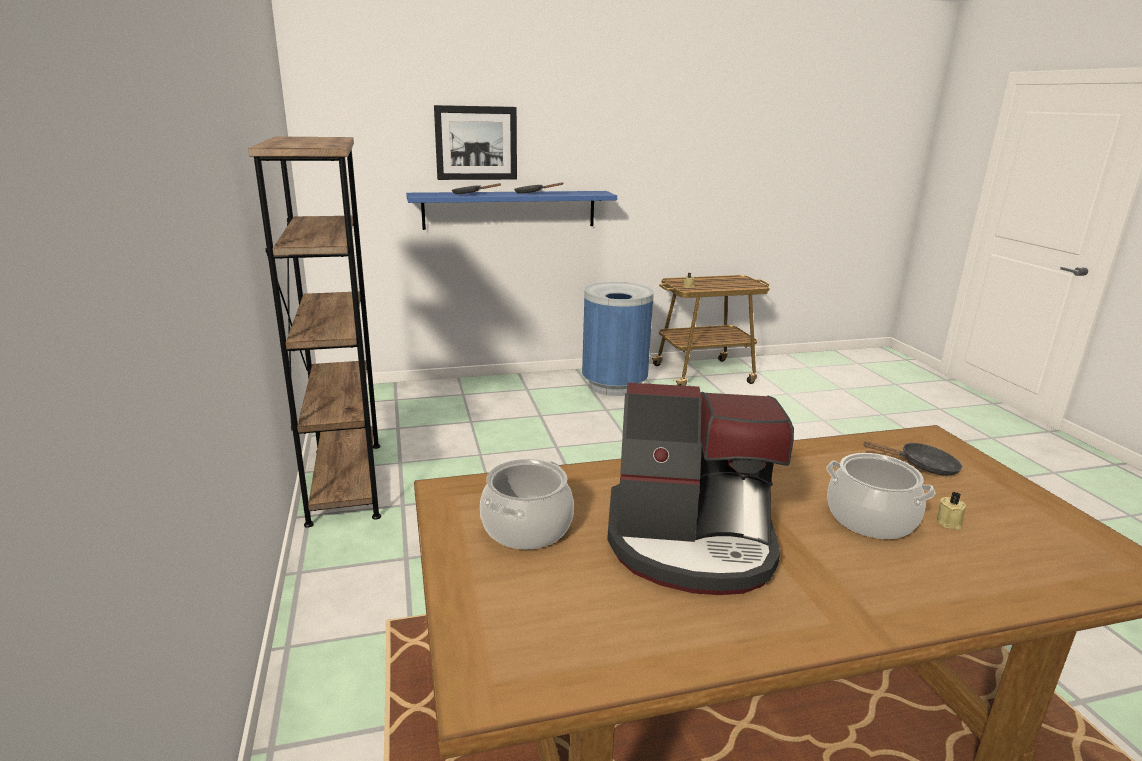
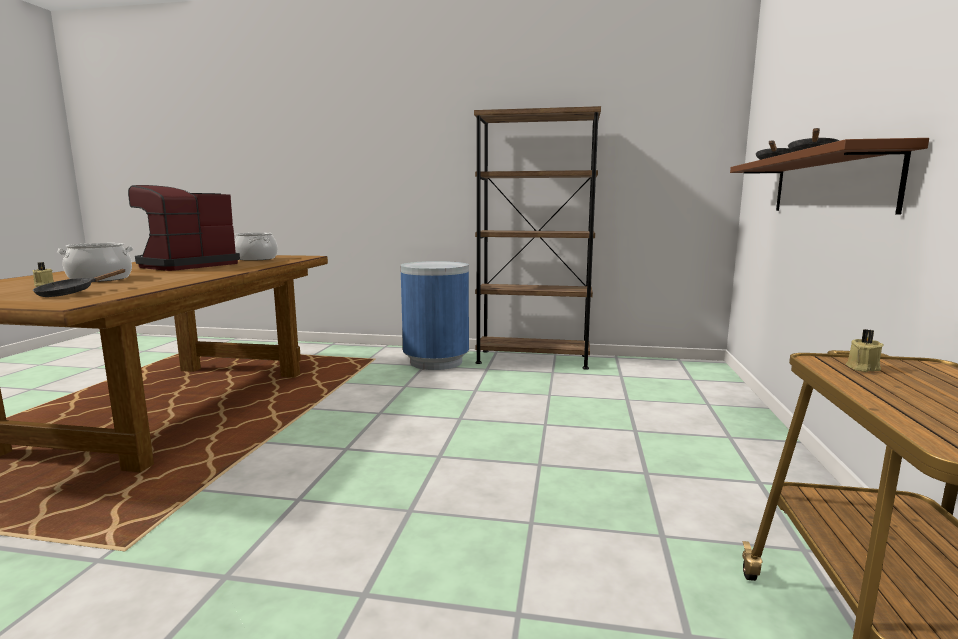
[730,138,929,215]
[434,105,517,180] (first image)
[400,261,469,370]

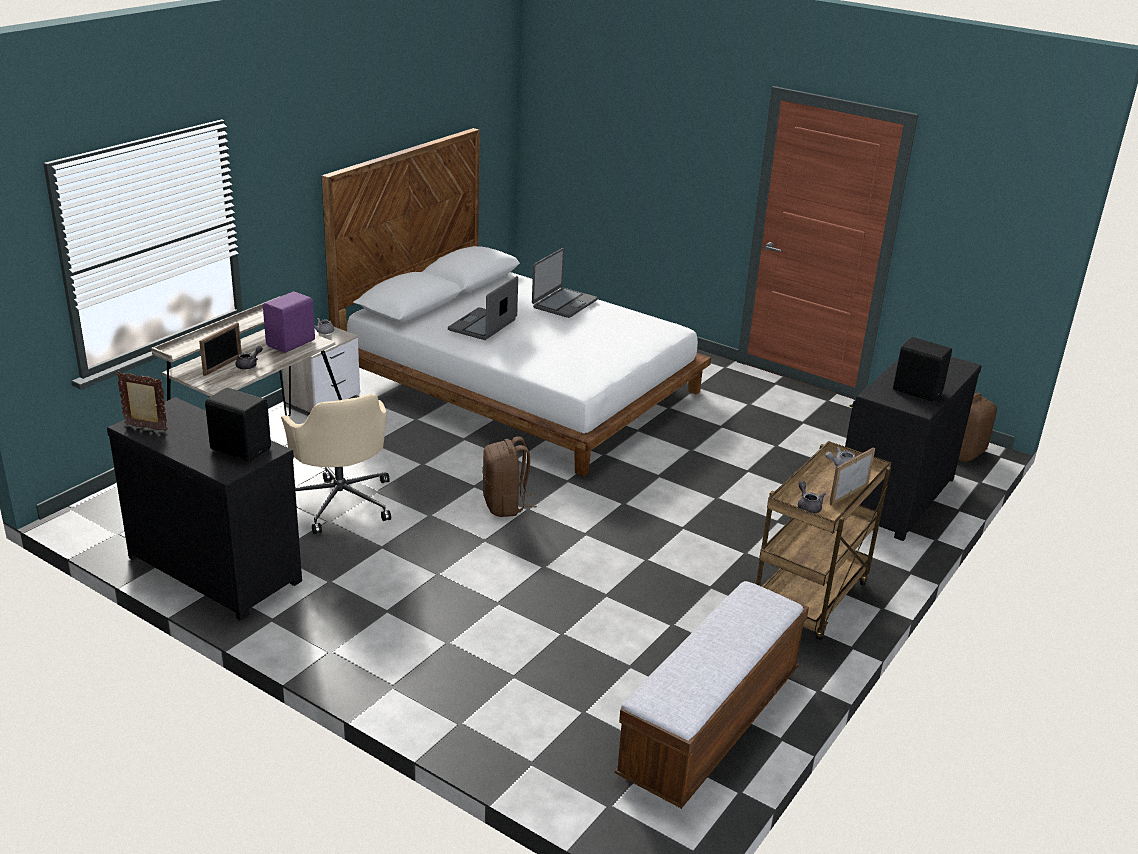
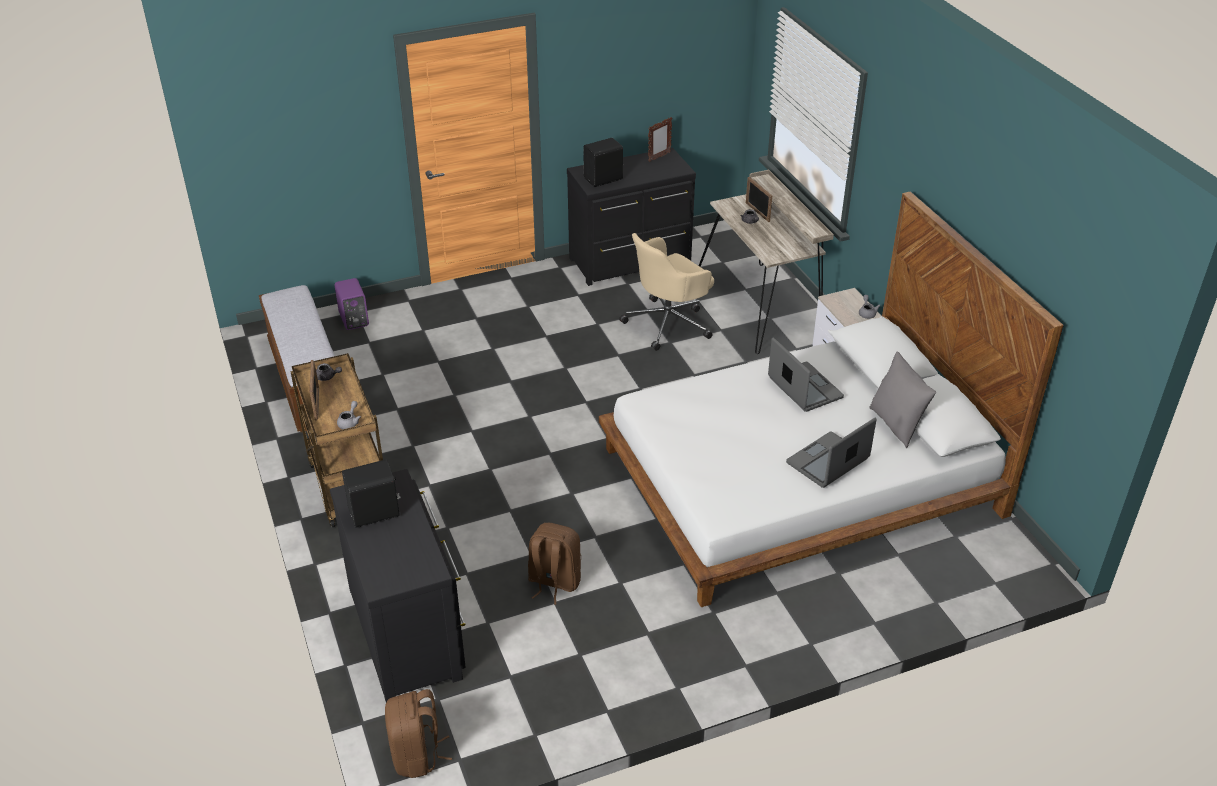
[334,278,369,330]
[619,233,714,351]
[528,523,581,605]
[786,418,877,488]
[869,352,936,448]

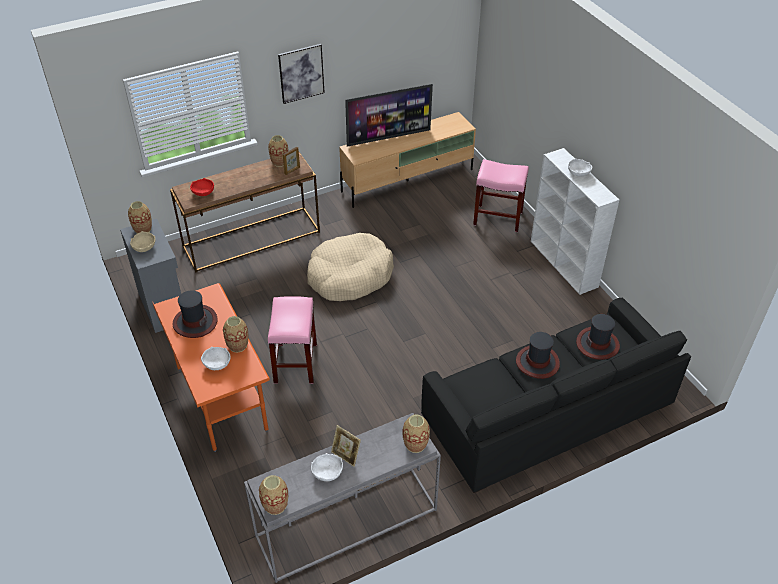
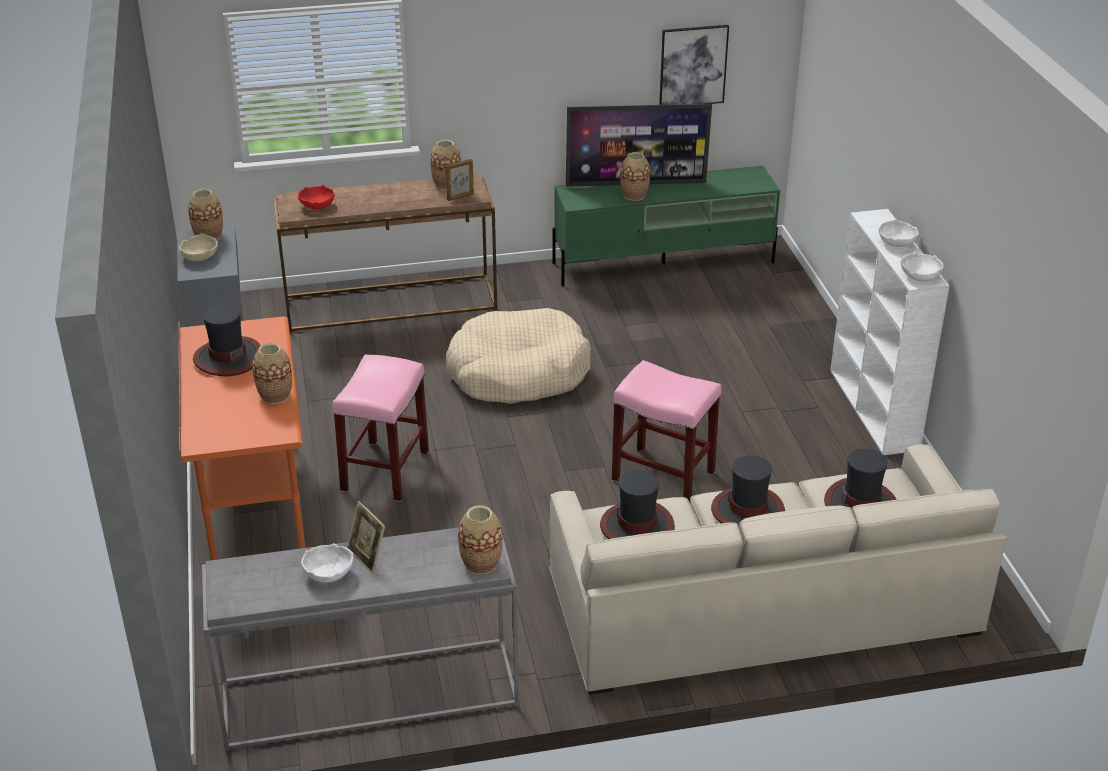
[900,252,944,282]
[620,152,650,201]
[659,25,729,105]
[552,166,780,286]
[549,444,1007,695]
[612,360,721,502]
[600,470,675,539]

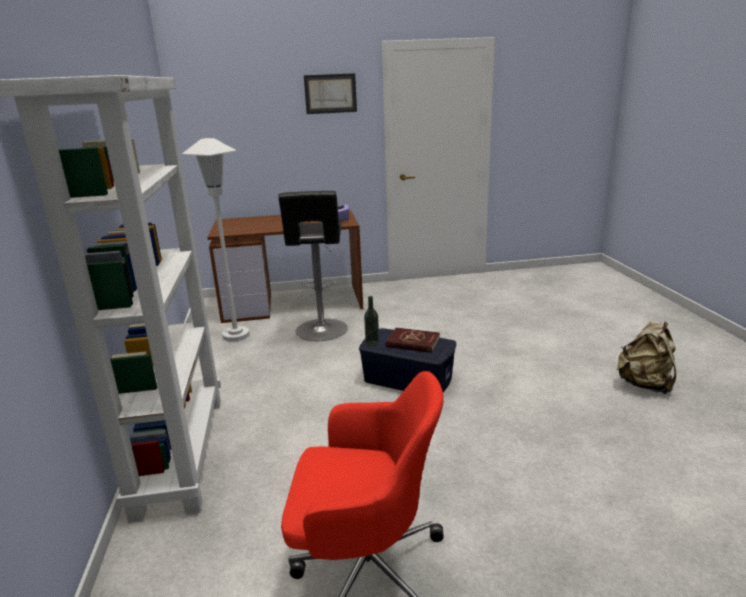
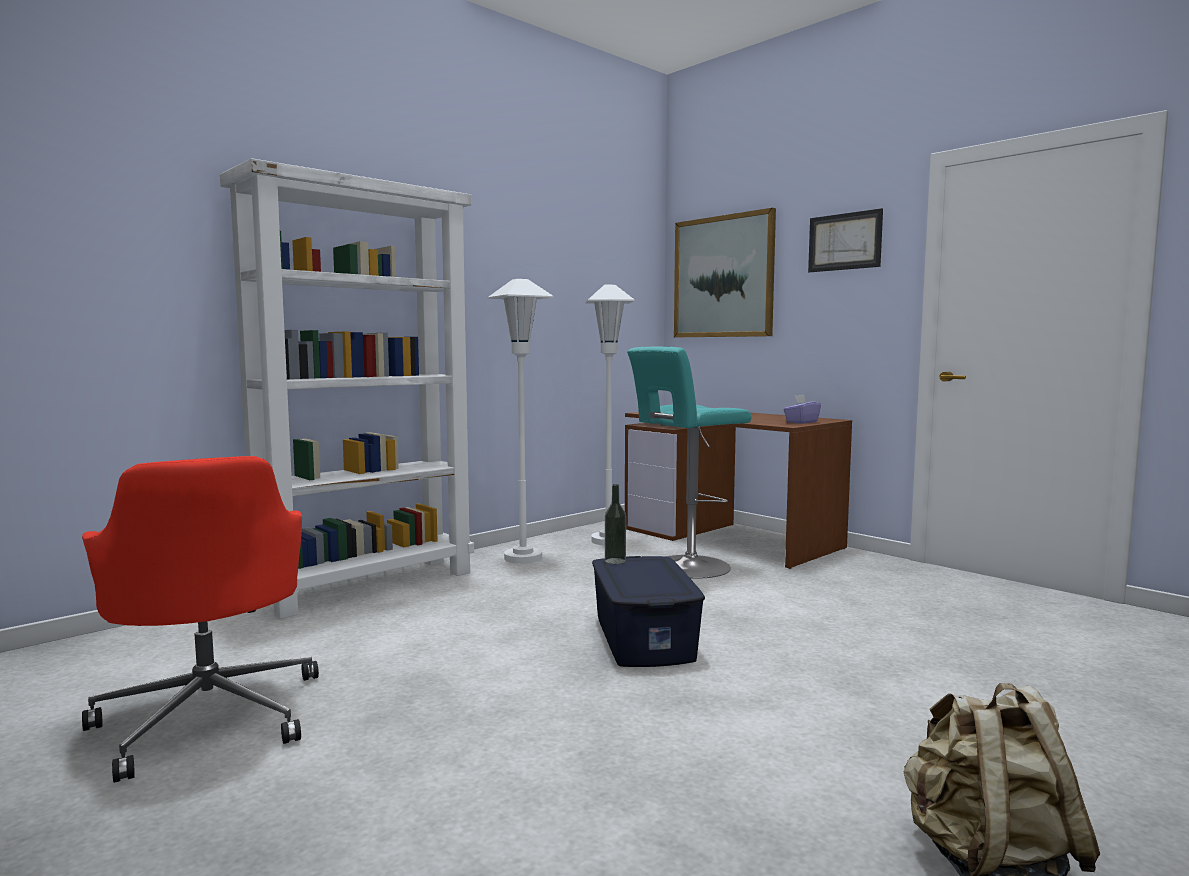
[627,347,752,579]
[385,327,440,353] (first image)
[488,279,554,564]
[674,208,776,337]

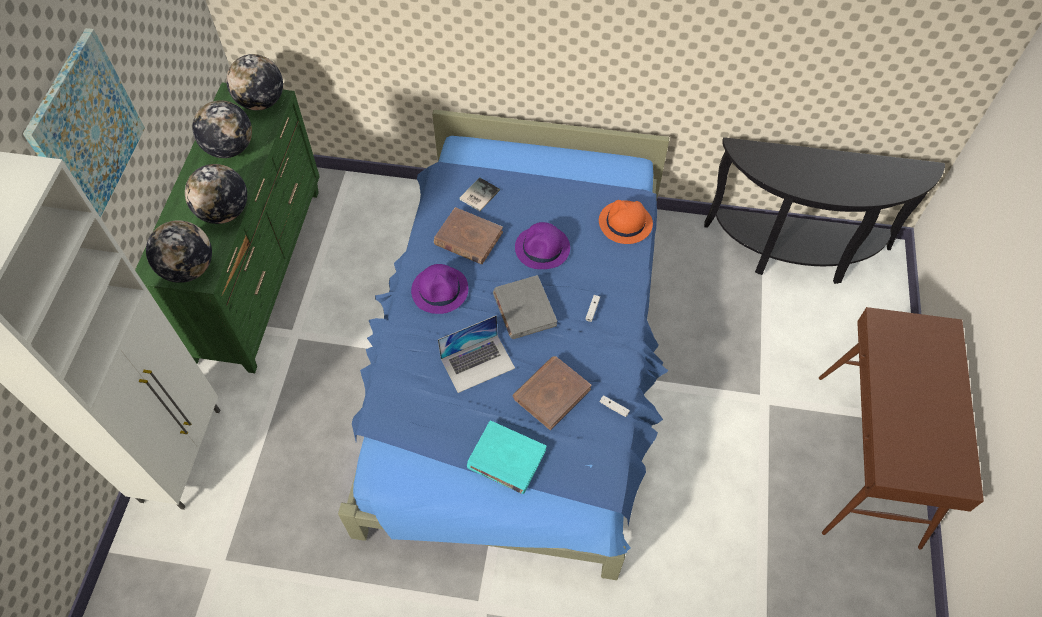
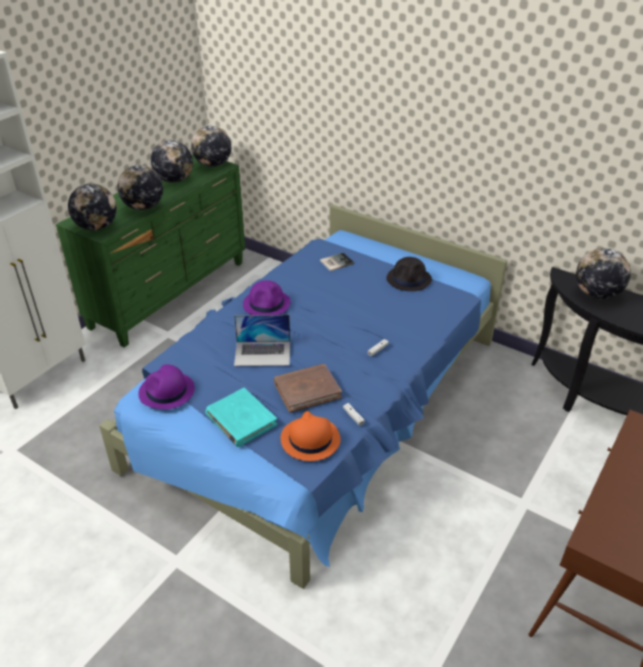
[23,28,145,217] (first image)
[434,207,503,264] (first image)
[493,275,557,339] (first image)
[138,364,195,410]
[281,411,341,461]
[386,257,432,291]
[576,248,631,299]

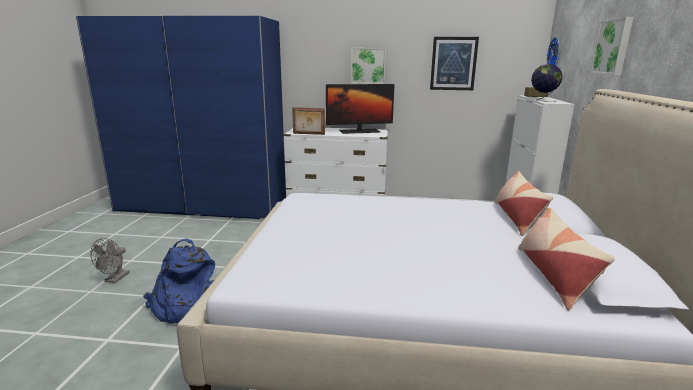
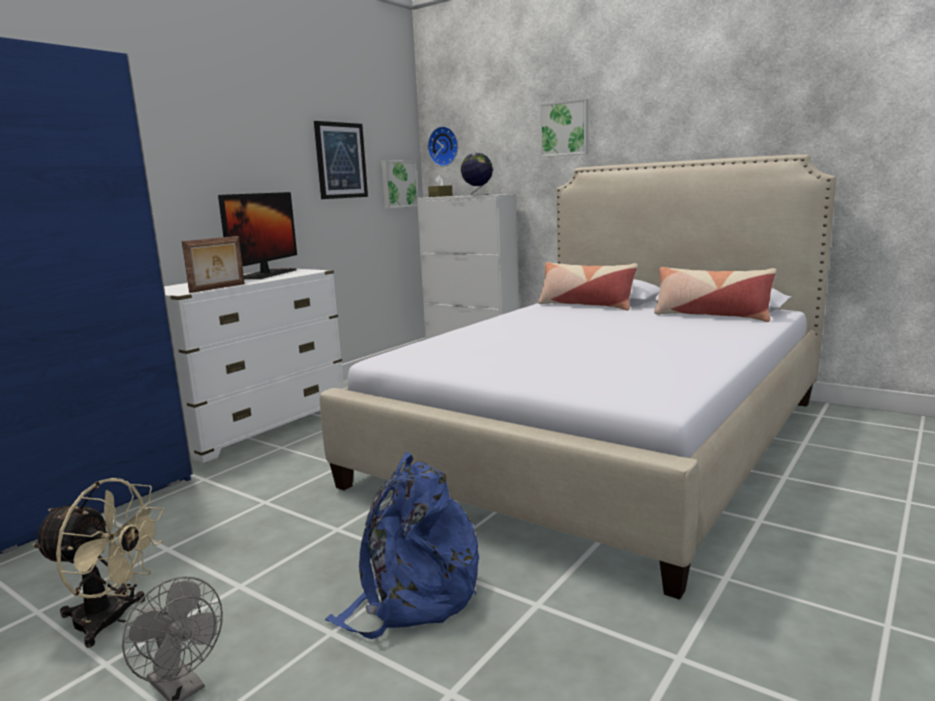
[381,161,418,209]
[32,478,164,648]

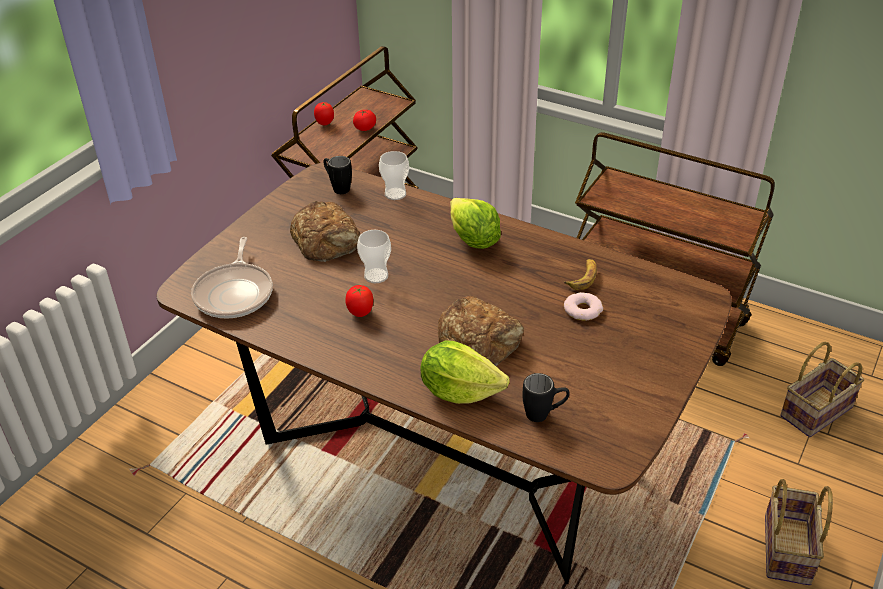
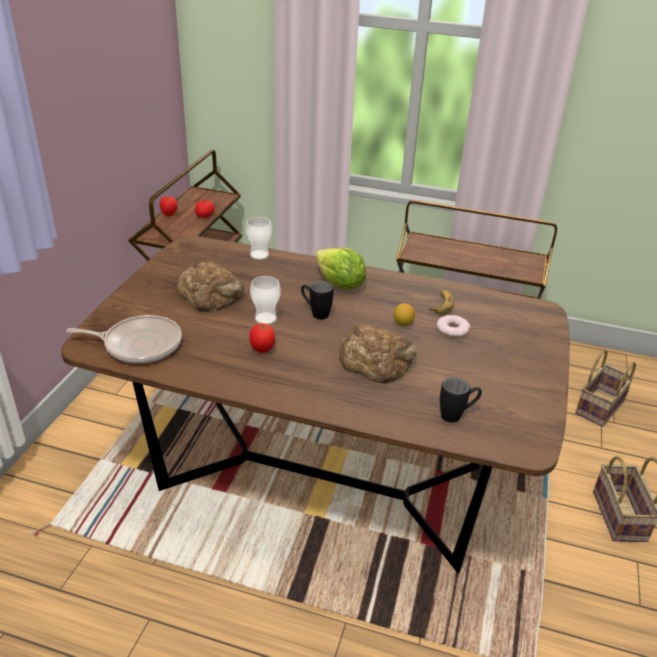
[66,315,182,363]
[301,281,333,319]
[421,340,510,404] (first image)
[394,303,415,326]

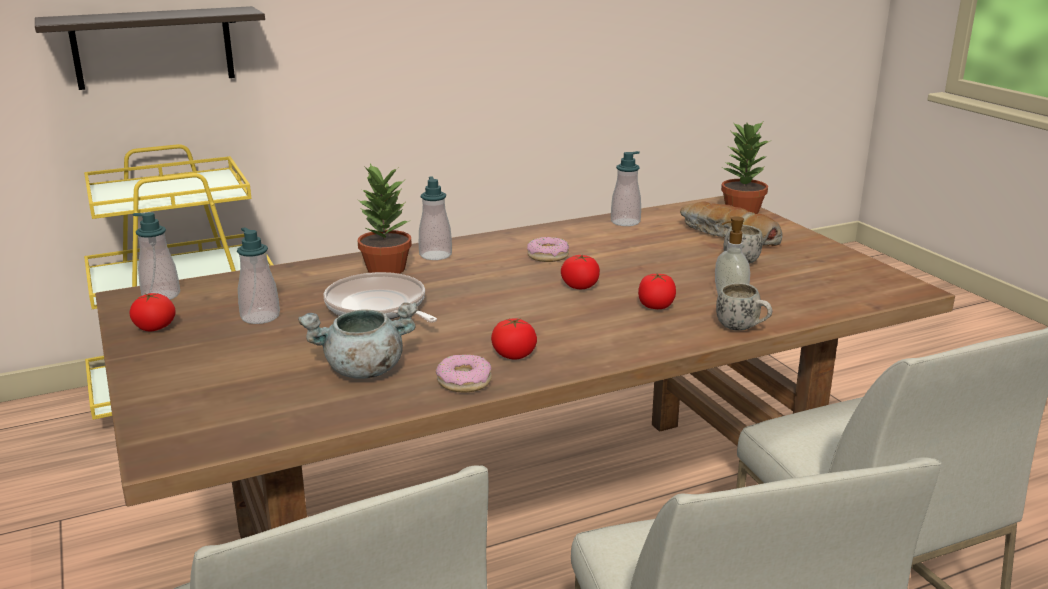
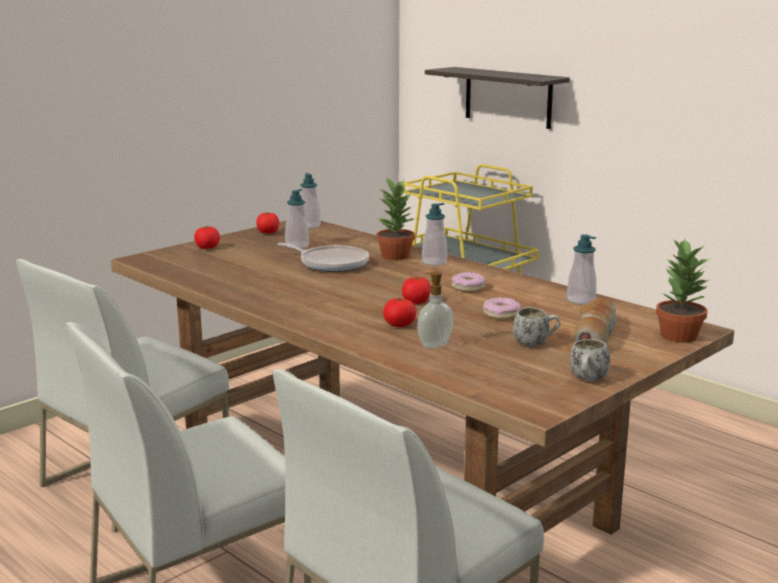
[298,302,418,379] (first image)
[277,243,369,272]
[483,297,521,320]
[194,226,220,249]
[570,339,610,381]

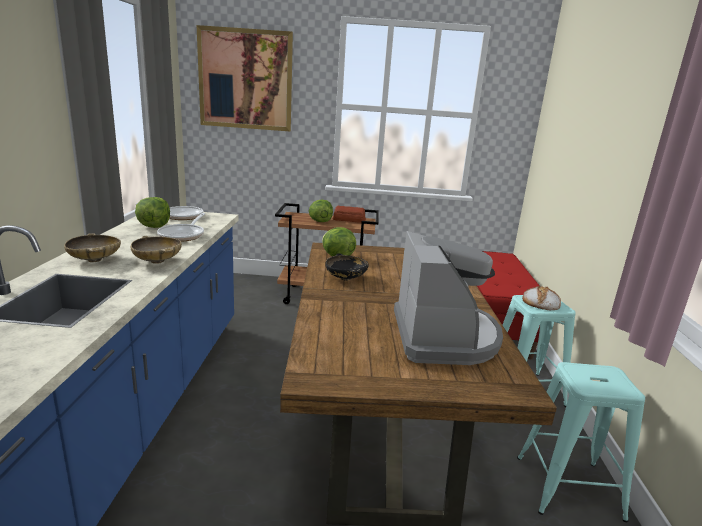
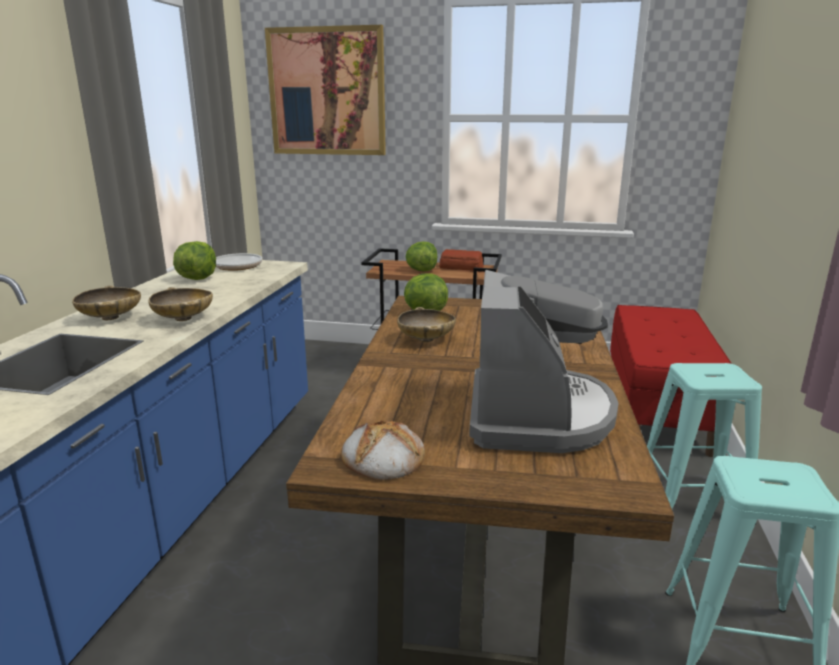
[157,213,205,242] (first image)
[397,307,456,342]
[341,420,425,480]

